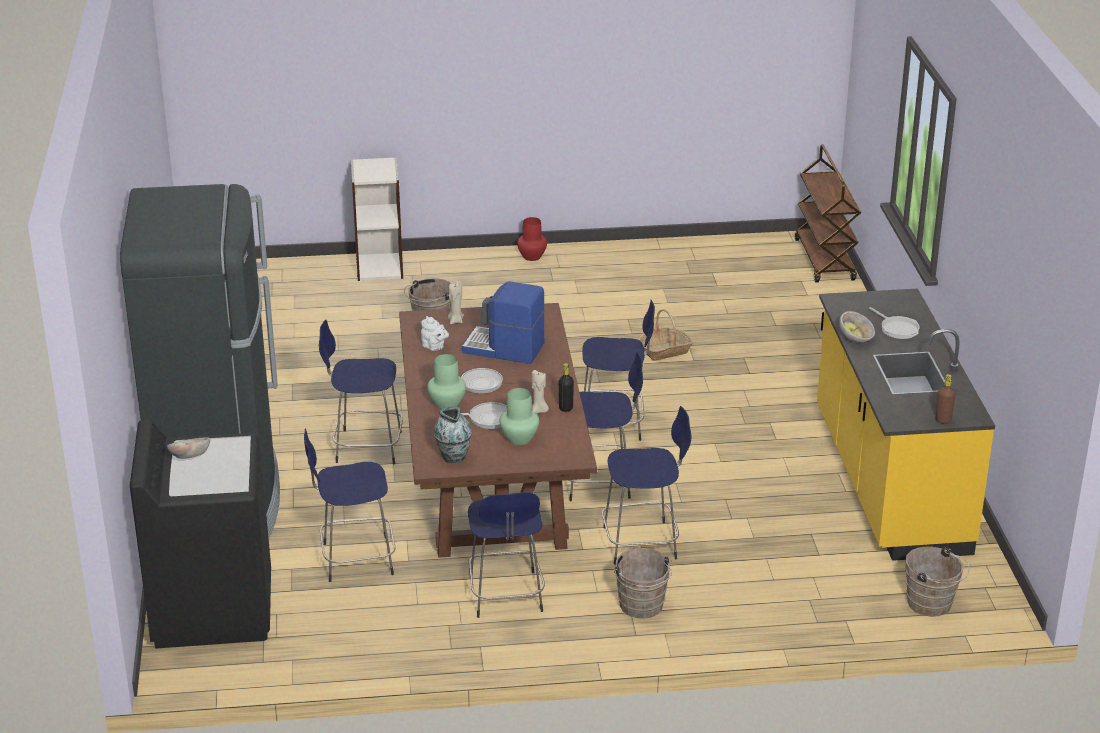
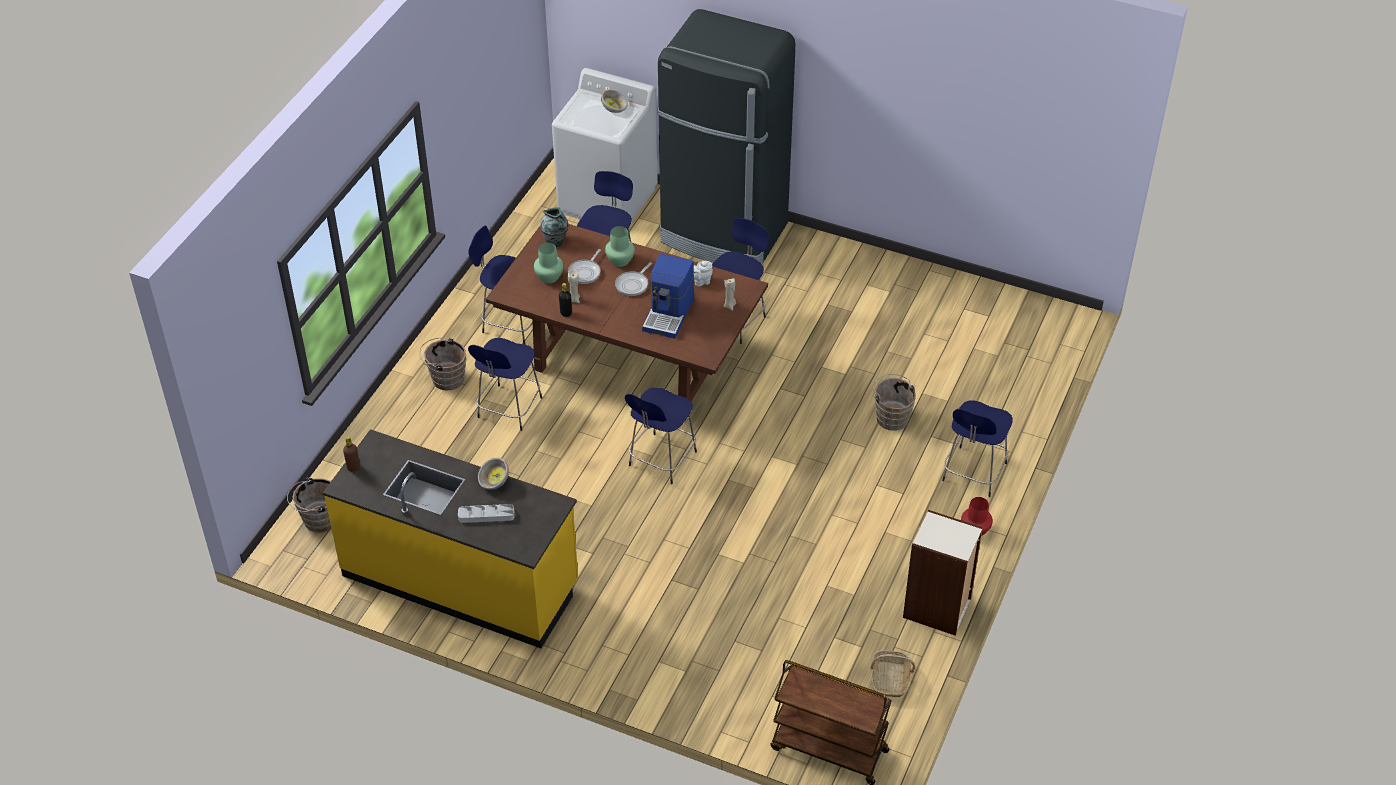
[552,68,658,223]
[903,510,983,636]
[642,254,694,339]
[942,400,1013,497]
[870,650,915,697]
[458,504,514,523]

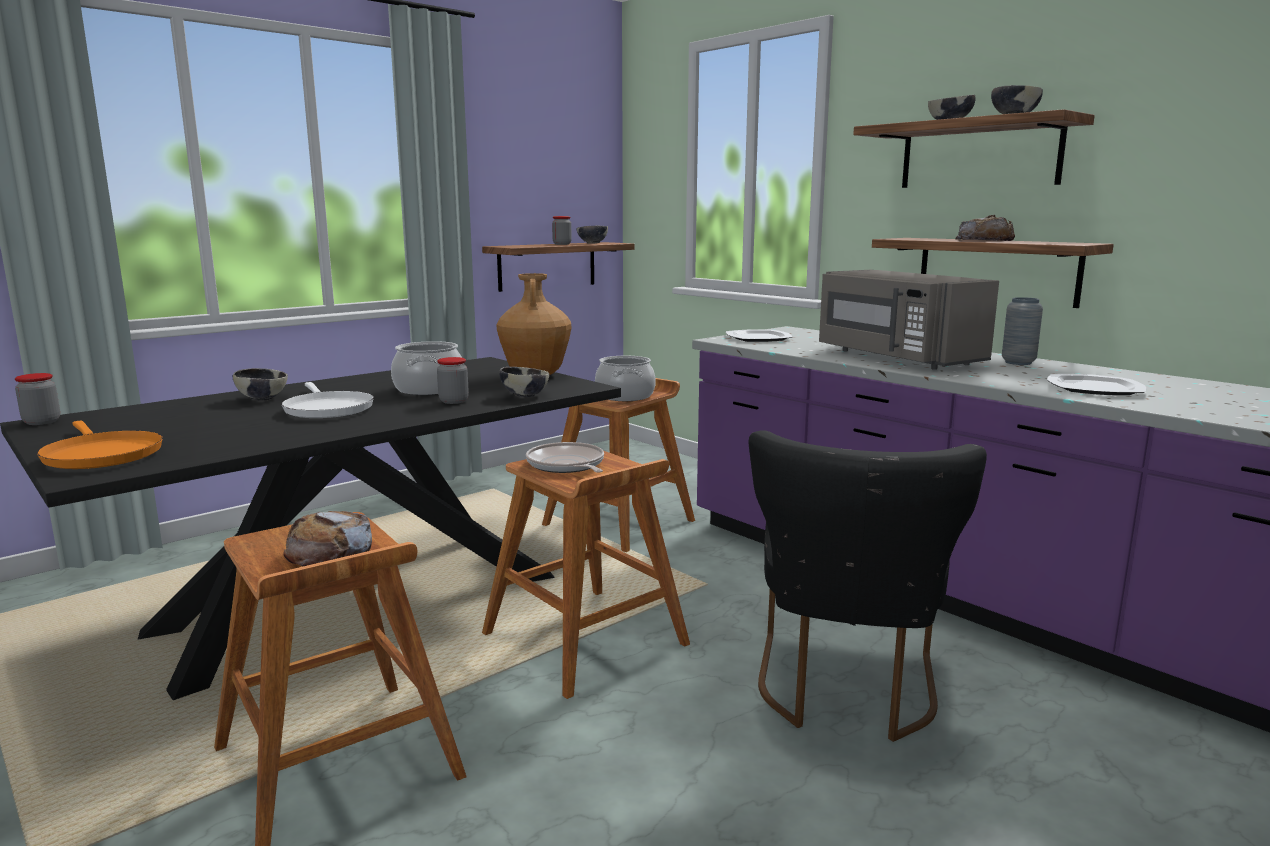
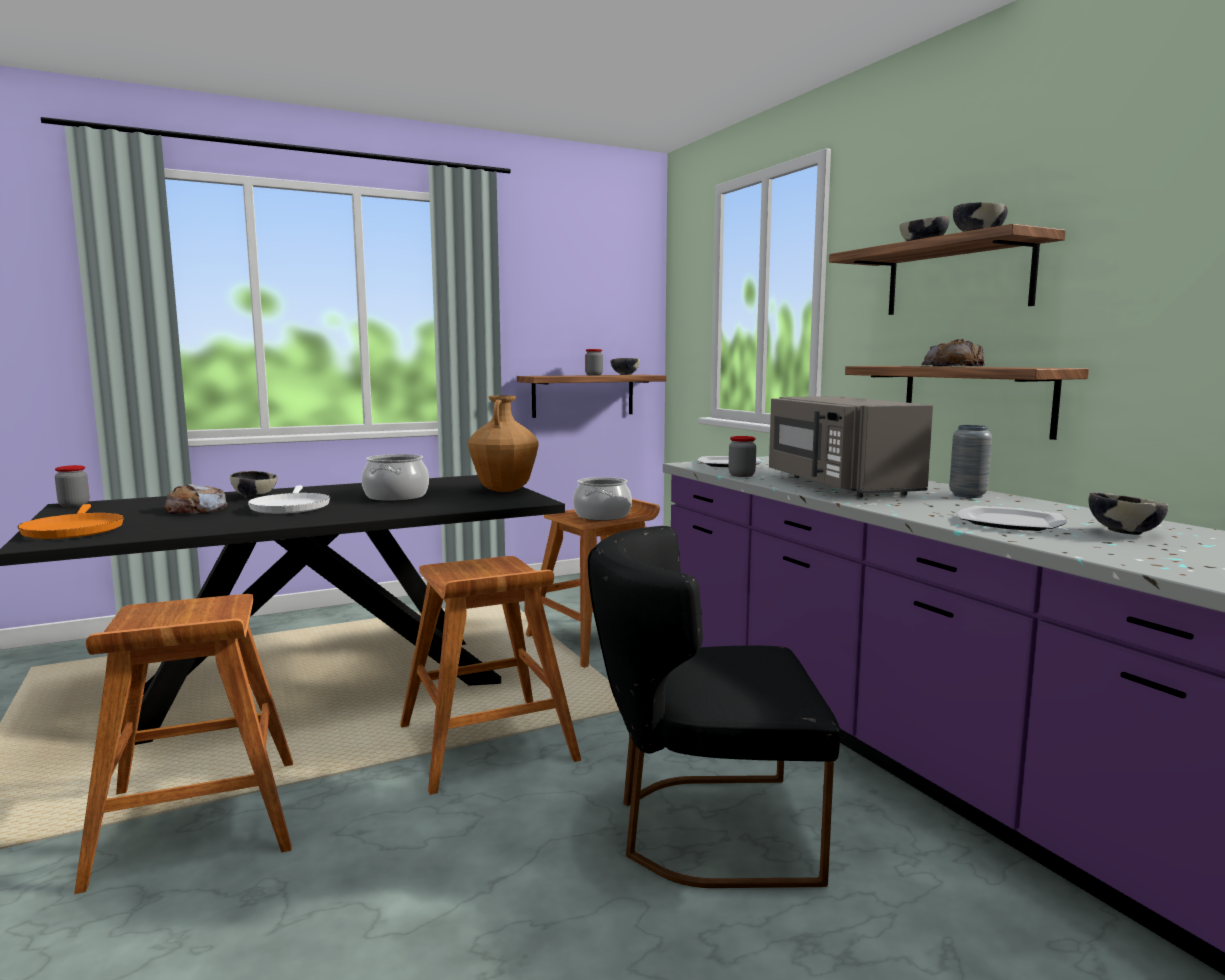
[164,484,228,514]
[729,436,756,477]
[1089,492,1169,535]
[526,442,604,473] (first image)
[588,526,840,888]

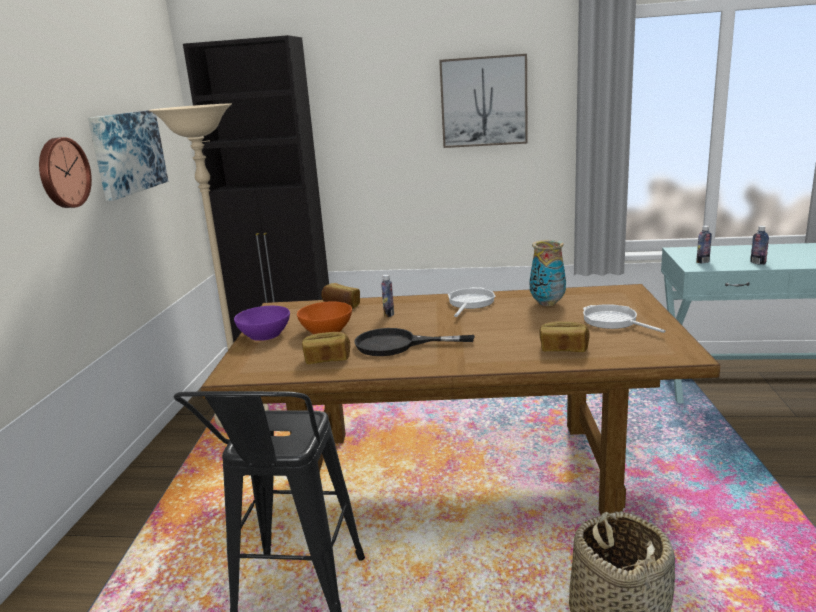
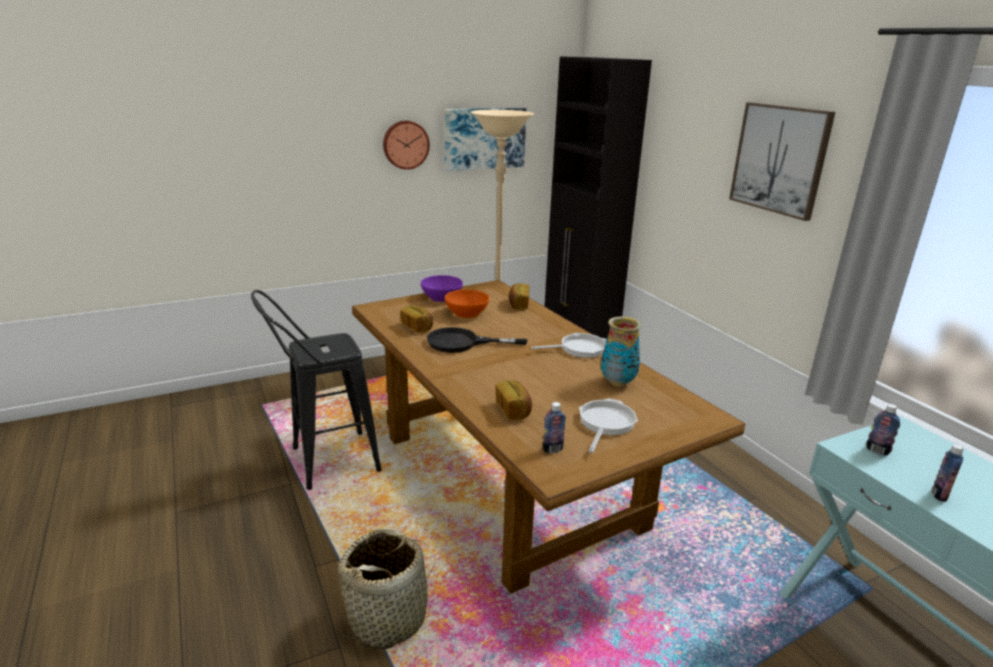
[427,327,528,353]
[543,402,566,453]

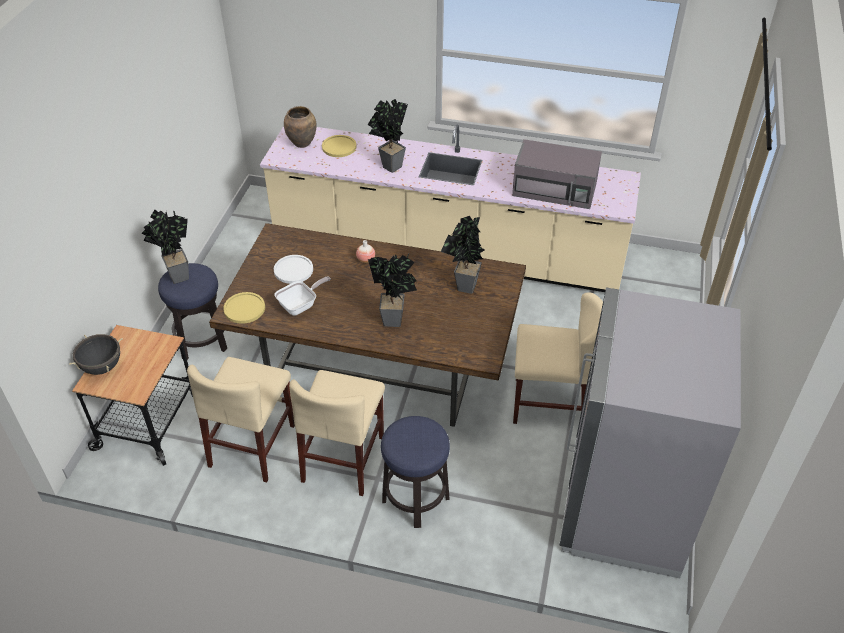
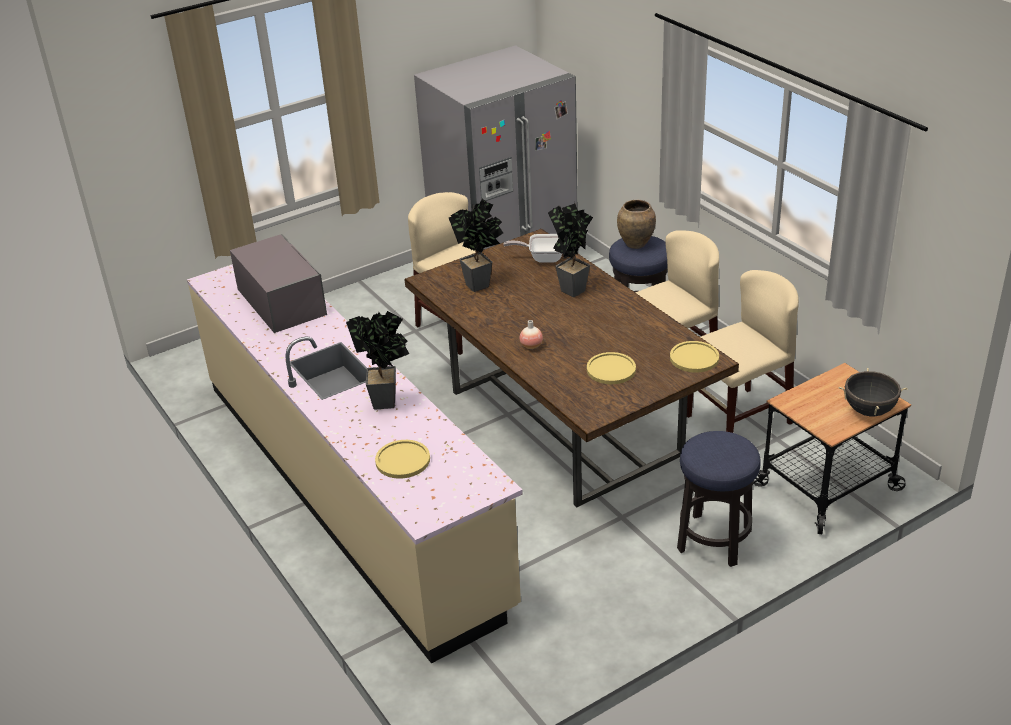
[142,210,189,284] (first image)
[587,352,636,384]
[503,234,562,263]
[617,200,656,249]

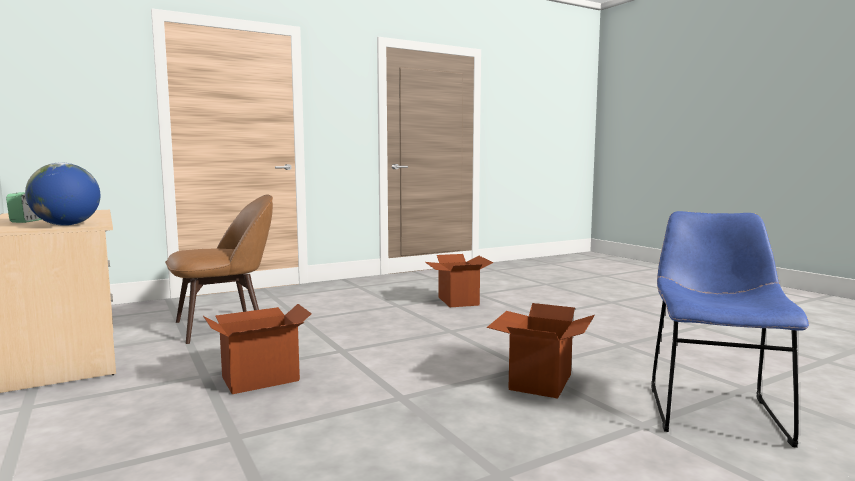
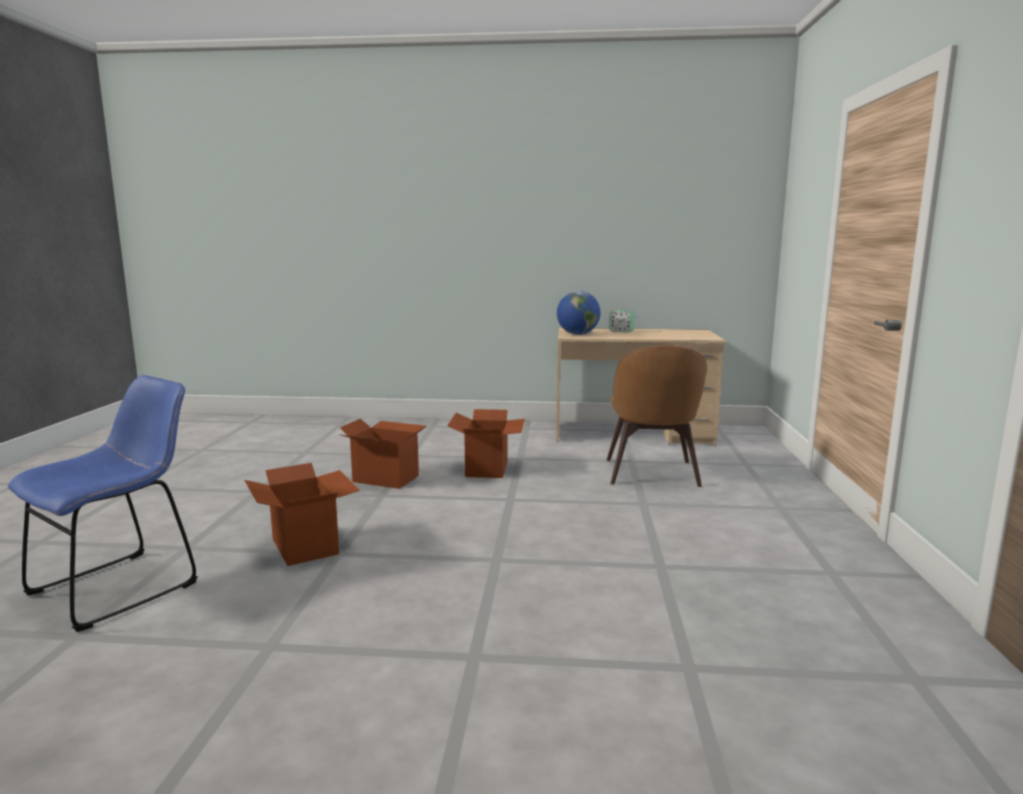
[339,419,427,489]
[8,375,198,632]

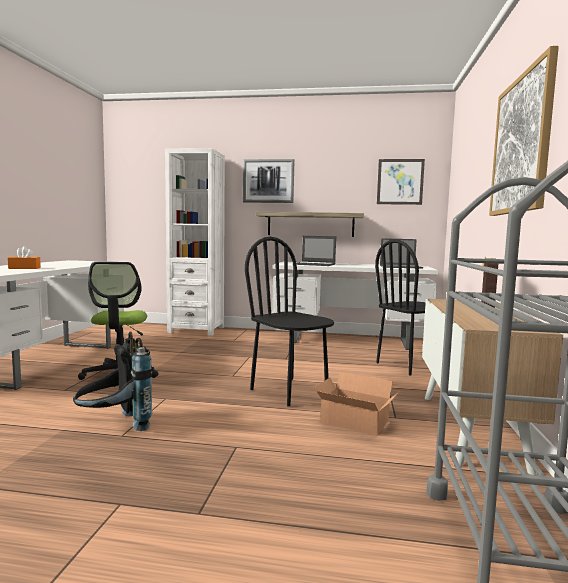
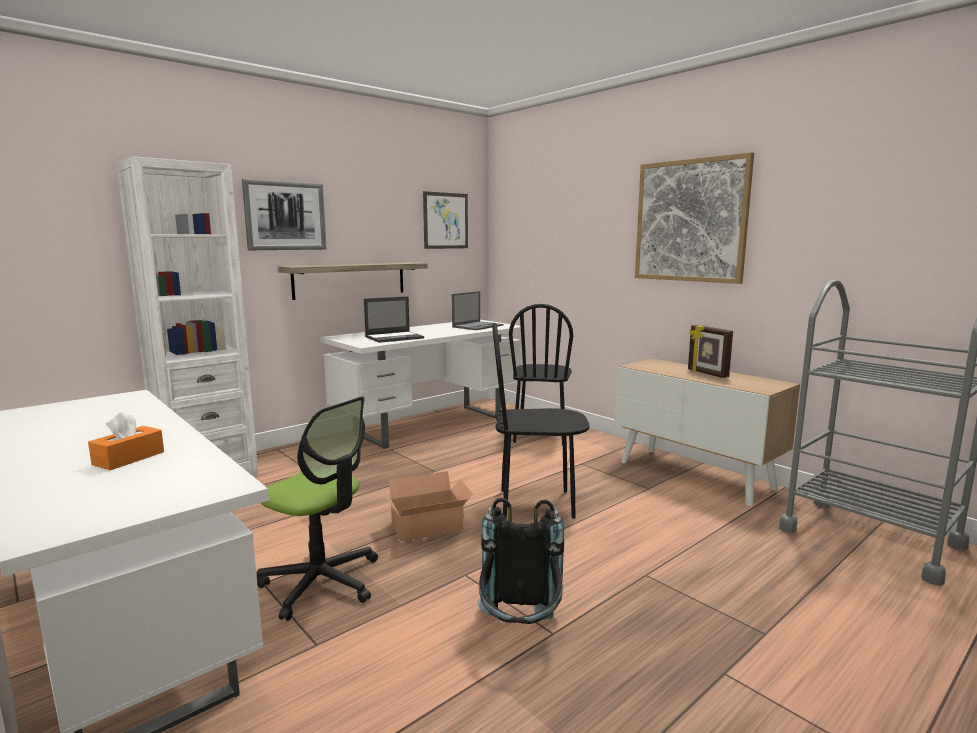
[383,471,473,542]

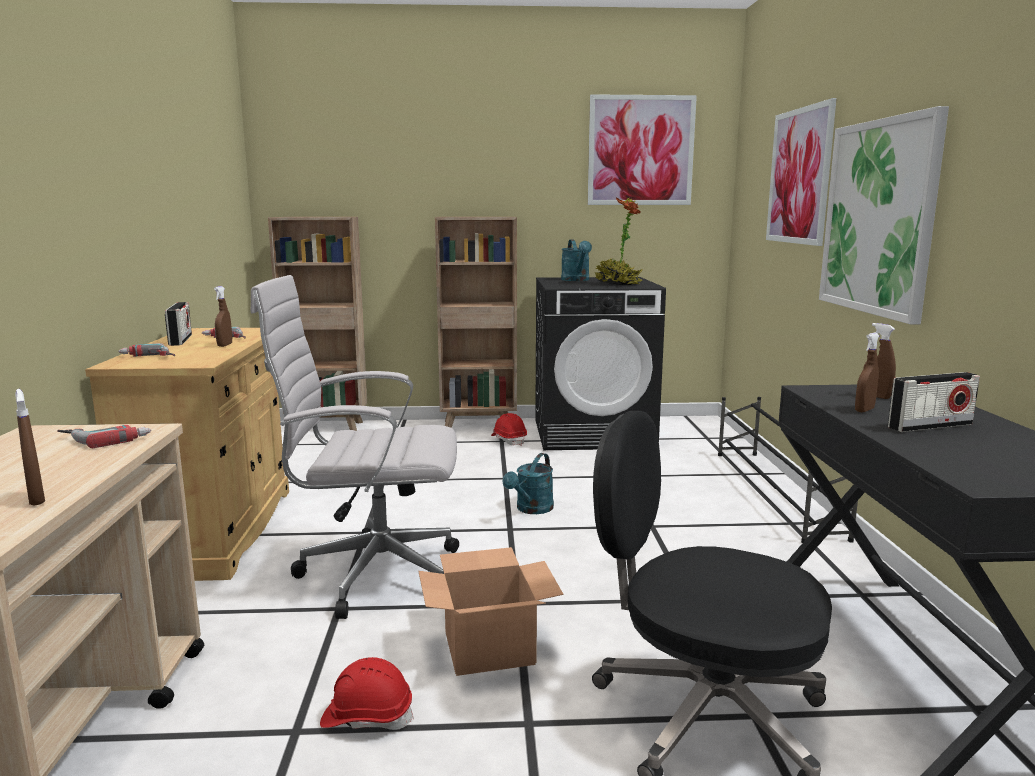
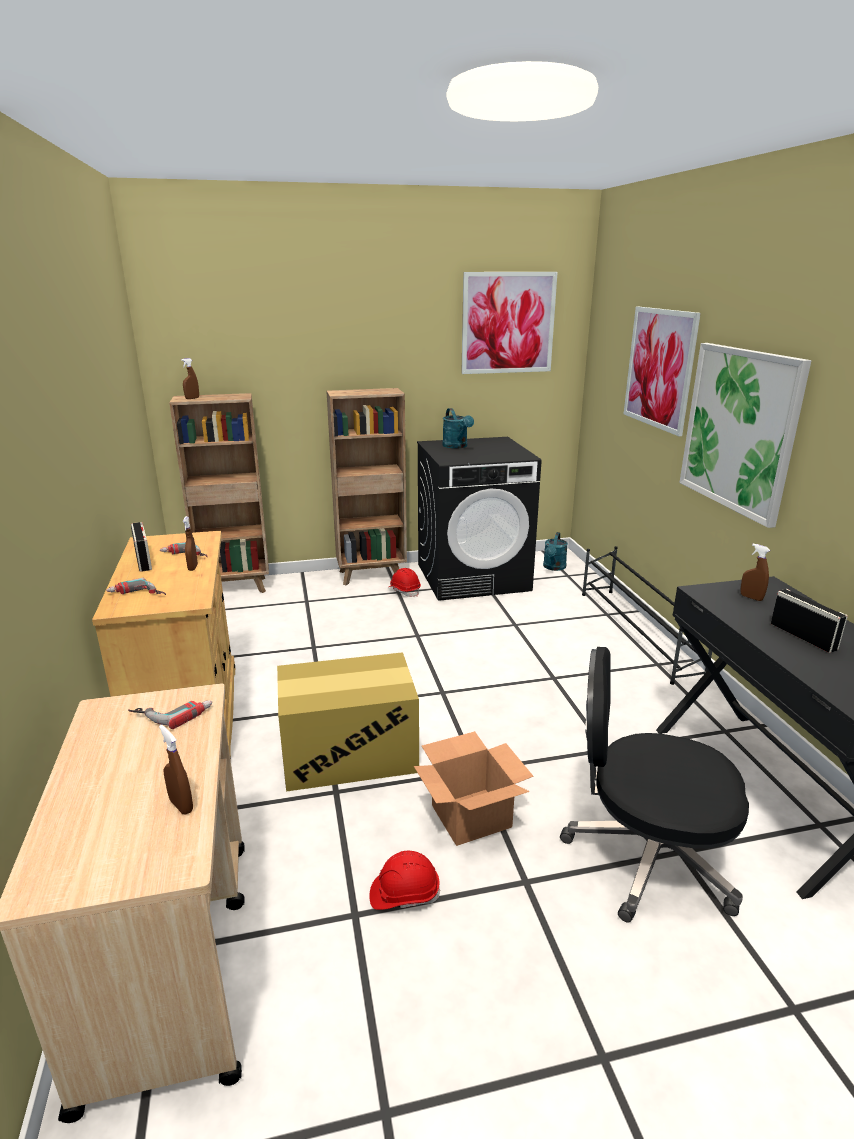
[277,652,419,792]
[543,532,568,571]
[595,197,643,285] (first image)
[181,358,199,399]
[771,589,848,653]

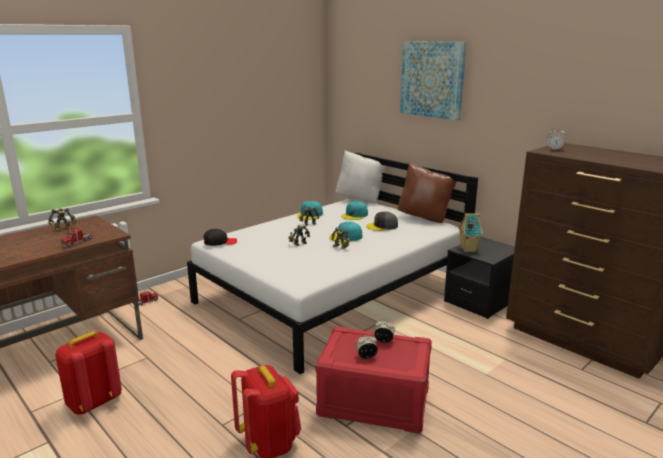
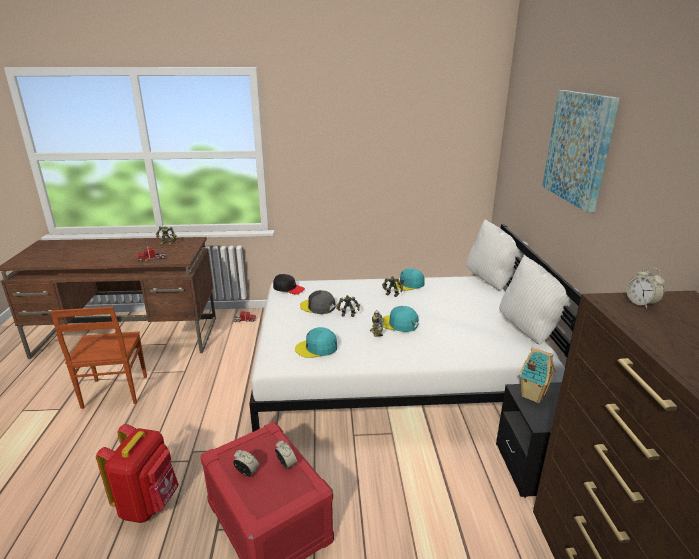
[51,306,147,409]
[295,327,337,358]
[300,290,336,314]
[499,255,579,345]

